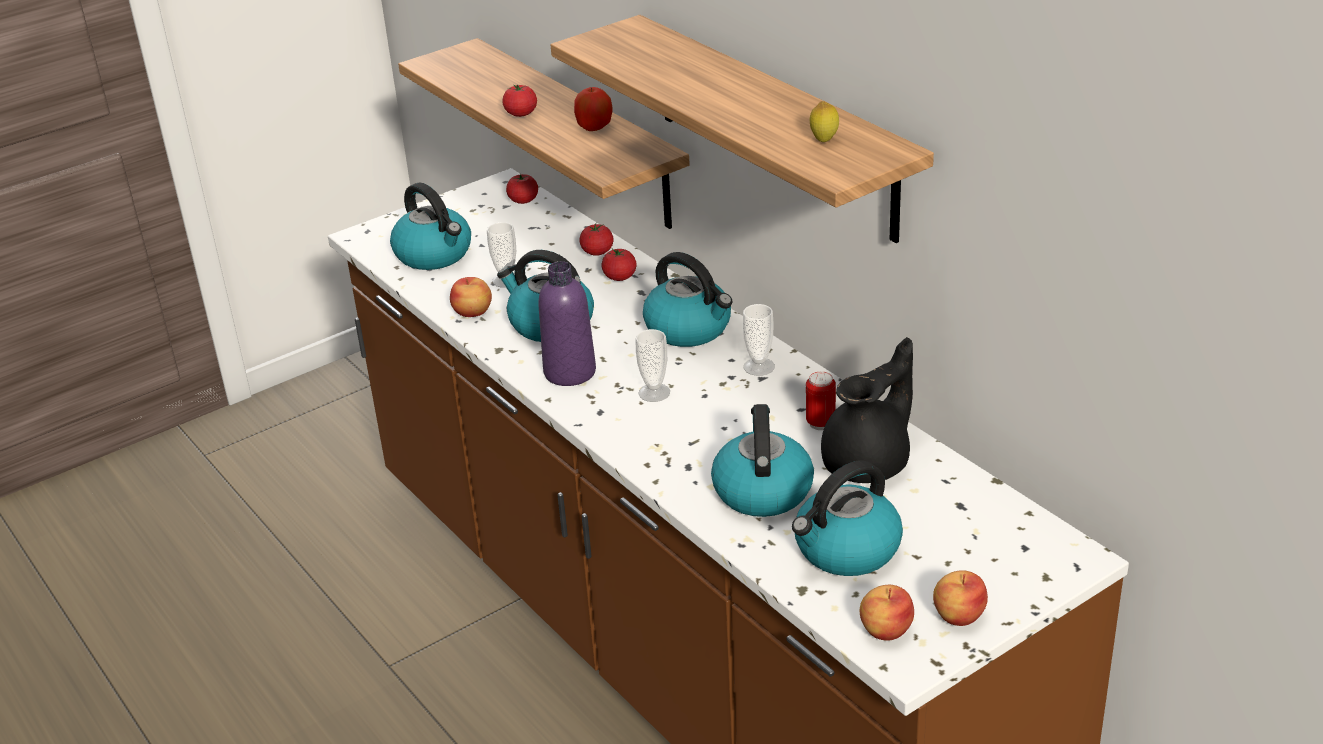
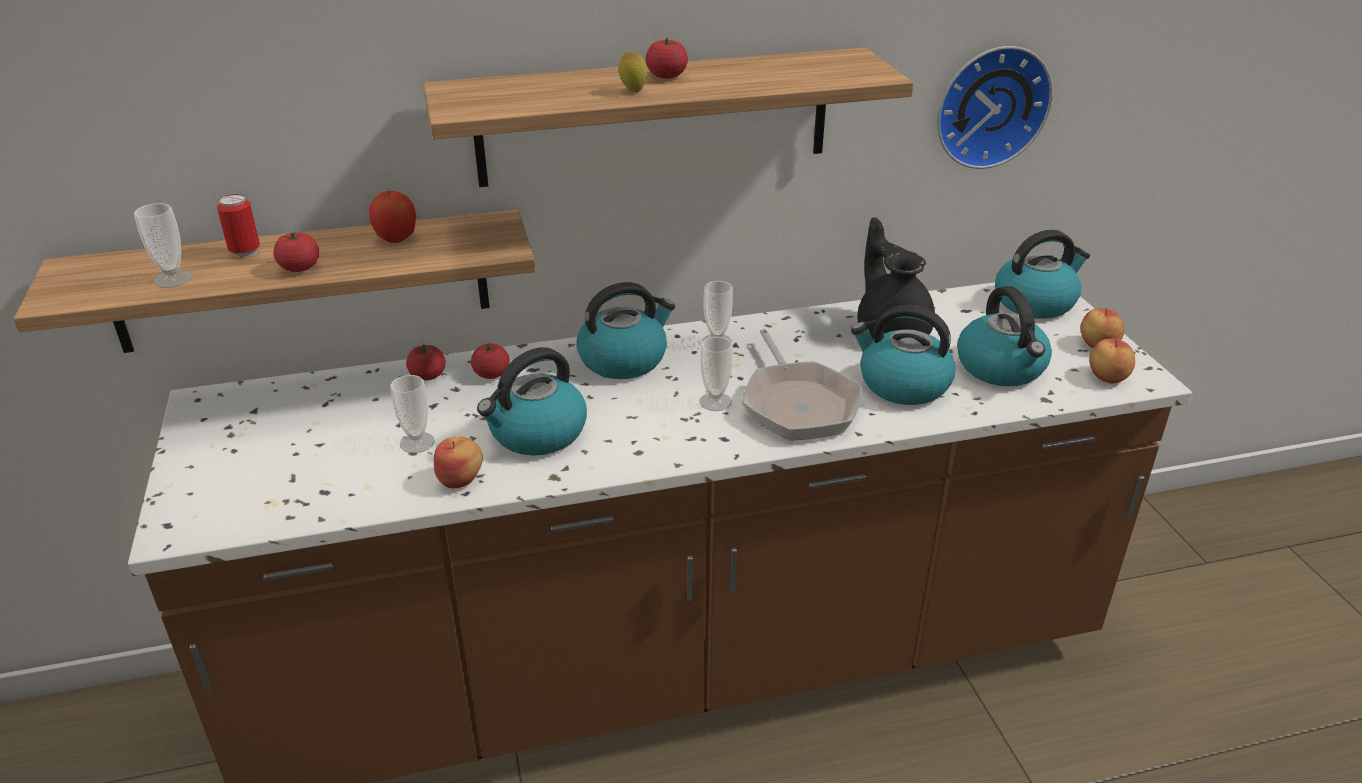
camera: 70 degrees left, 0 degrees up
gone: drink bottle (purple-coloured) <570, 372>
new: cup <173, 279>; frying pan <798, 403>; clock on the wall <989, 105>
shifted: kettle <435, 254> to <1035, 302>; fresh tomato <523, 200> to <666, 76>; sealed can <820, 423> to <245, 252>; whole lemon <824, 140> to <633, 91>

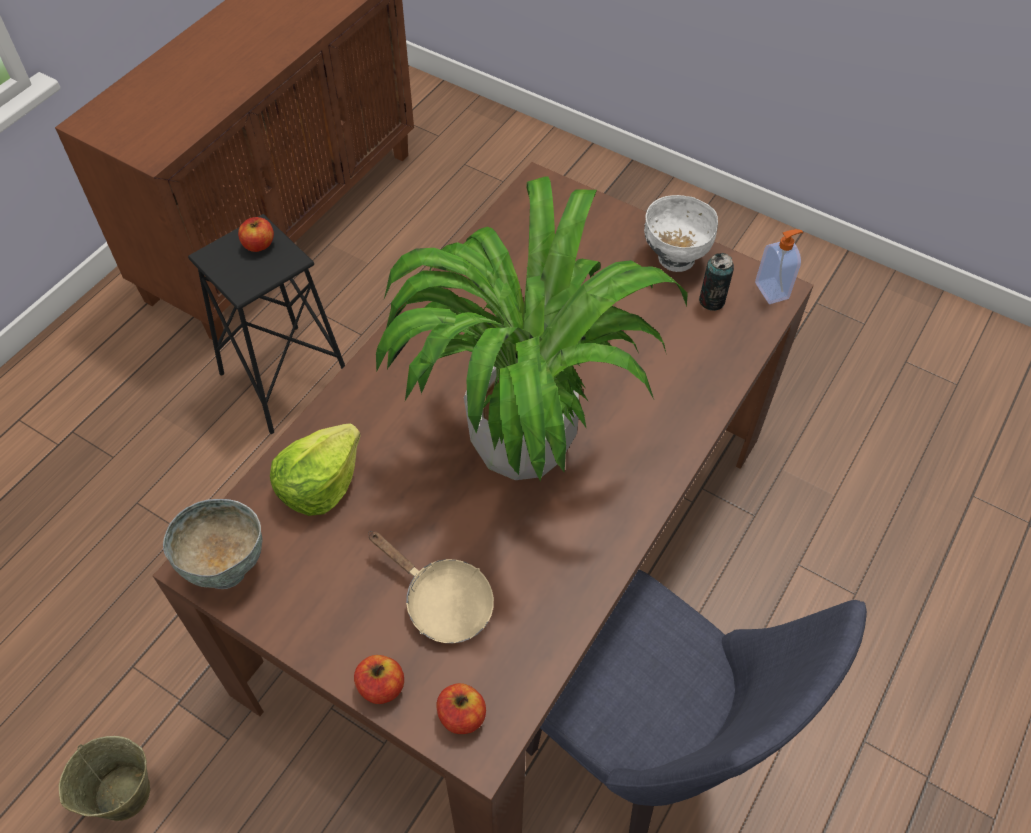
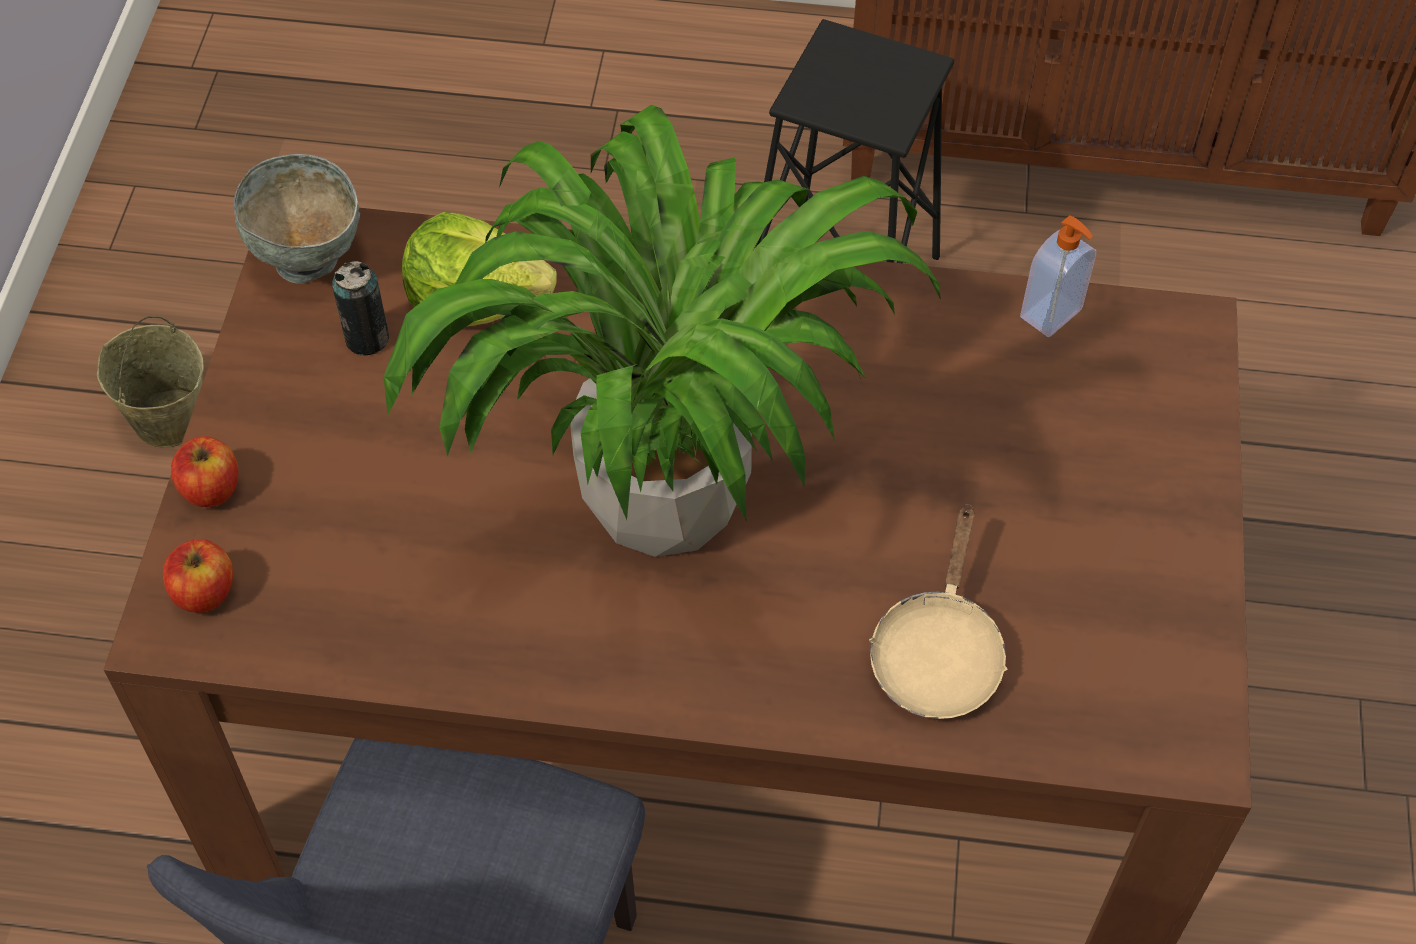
camera: 65 degrees right, 0 degrees up
gone: whole apple <259, 244>; bowl (white-coloured) <674, 258>
shifted: frying pan (beige) <442, 601> to <937, 652>; sealed can <711, 301> to <367, 338>; soap bottle <772, 290> to <1052, 315>

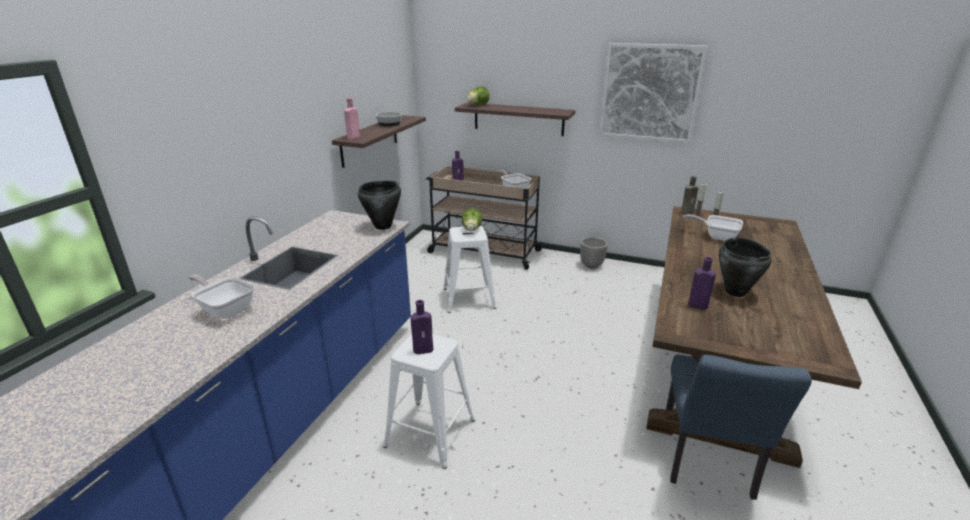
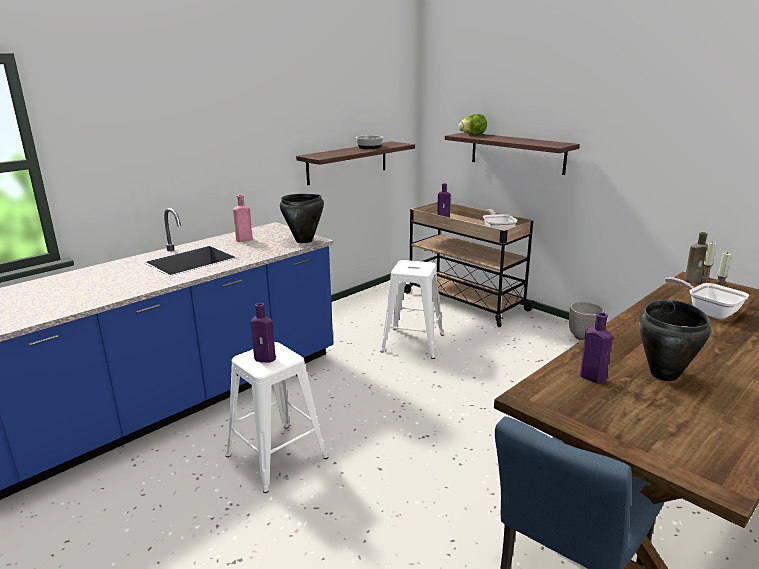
camera: 25 degrees right, 5 degrees down
gone: frying pan <225, 309>; lettuce head <472, 230>; wall art <650, 93>
shifted: drink bottle (pink-coloured) <352, 138> to <243, 240>

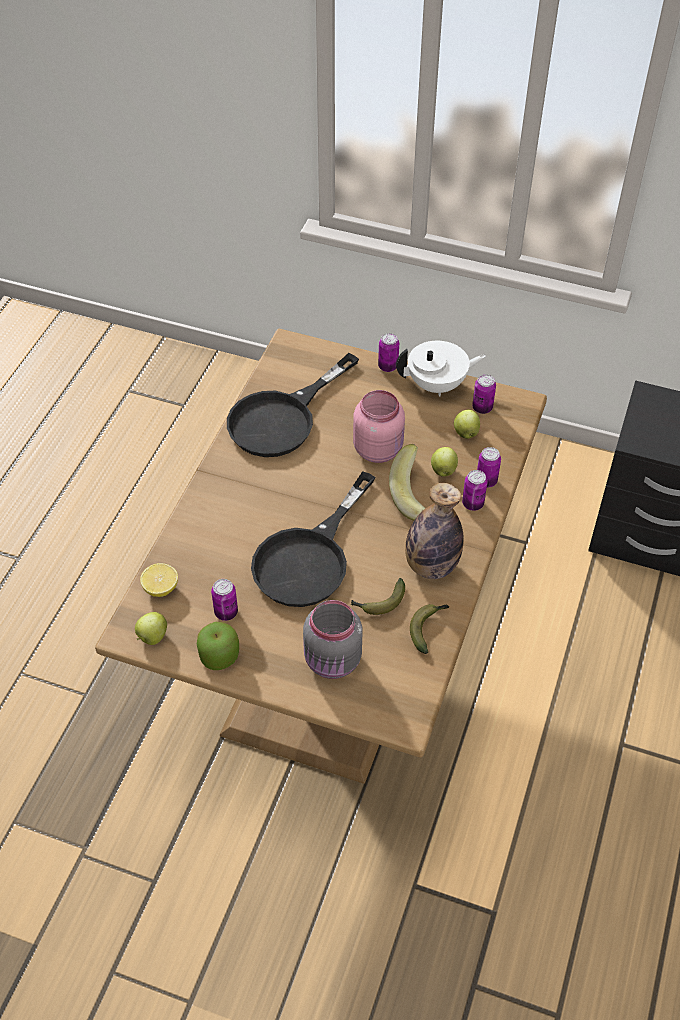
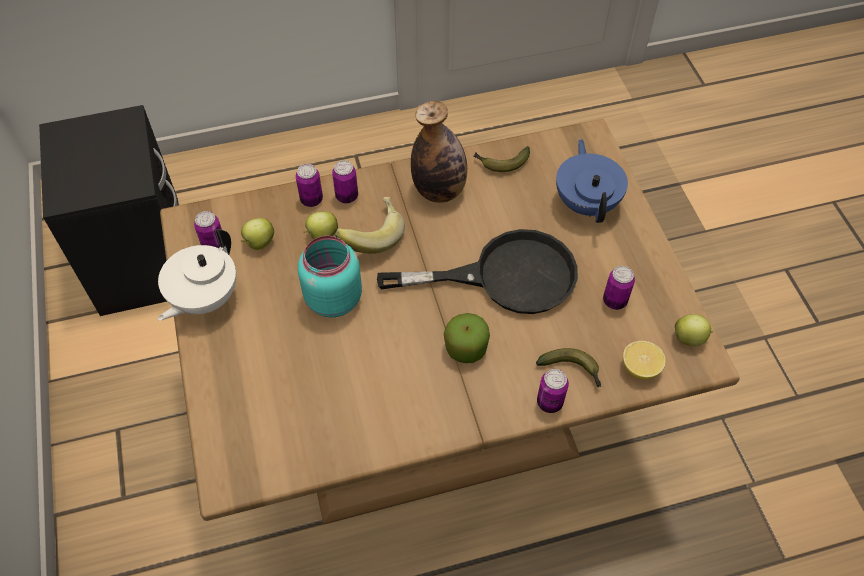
camera: 125 degrees left, 5 degrees up
gone: frying pan (black-coloured) <282, 418>
shifted: whole apple <219, 656> to <466, 348>; banana <379, 602> to <572, 370>; sealed can <388, 366> to <549, 402>
swapped: storage jar (greyish) <333, 662> to tea pot (bluish) <587, 202>
repainted: storage jar (pink-coloured) <379, 449> to storage jar (turquoise-coloured) <332, 299>
rotated: tea pot (white-coloured) <437, 385> = <204, 298> 105 degrees counterclockwise

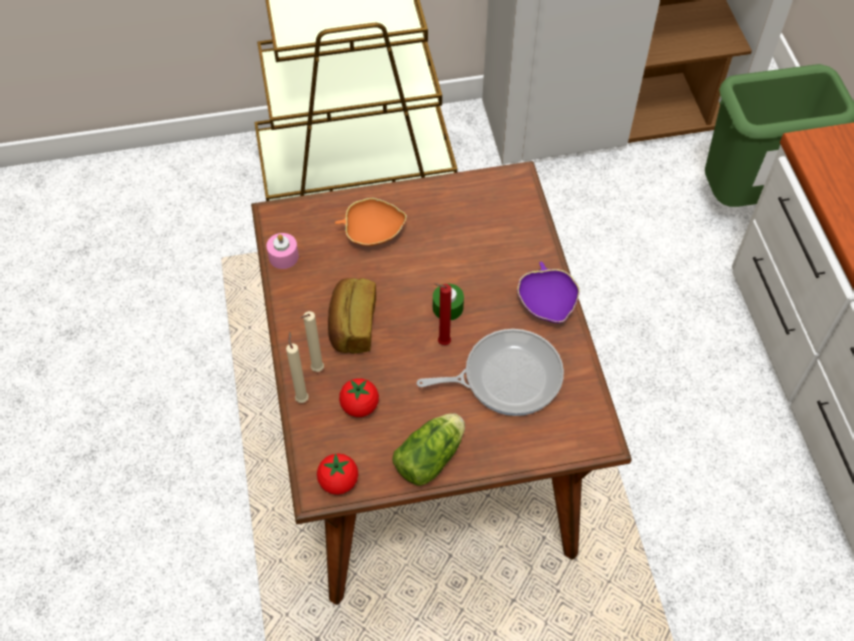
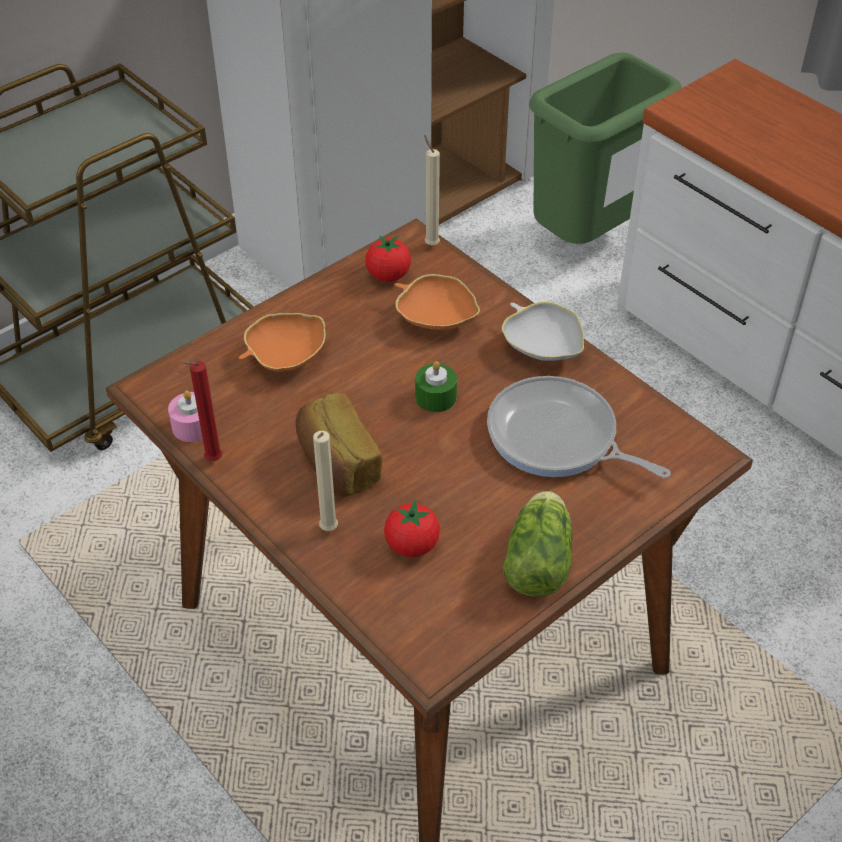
camera: 30 degrees left, 10 degrees down
new: bowl (orange) <435, 317>
shifted: wax candle (beige) <302, 397> to <430, 244>; fresh tomato <338, 481> to <388, 275>; wax candle (reddish) <442, 342> to <211, 461>
repainted: bowl (purple-coloured) <547, 302> to bowl (white-coloured) <542, 346>
rotated: frying pan <506, 377> = <557, 438> 105 degrees counterclockwise

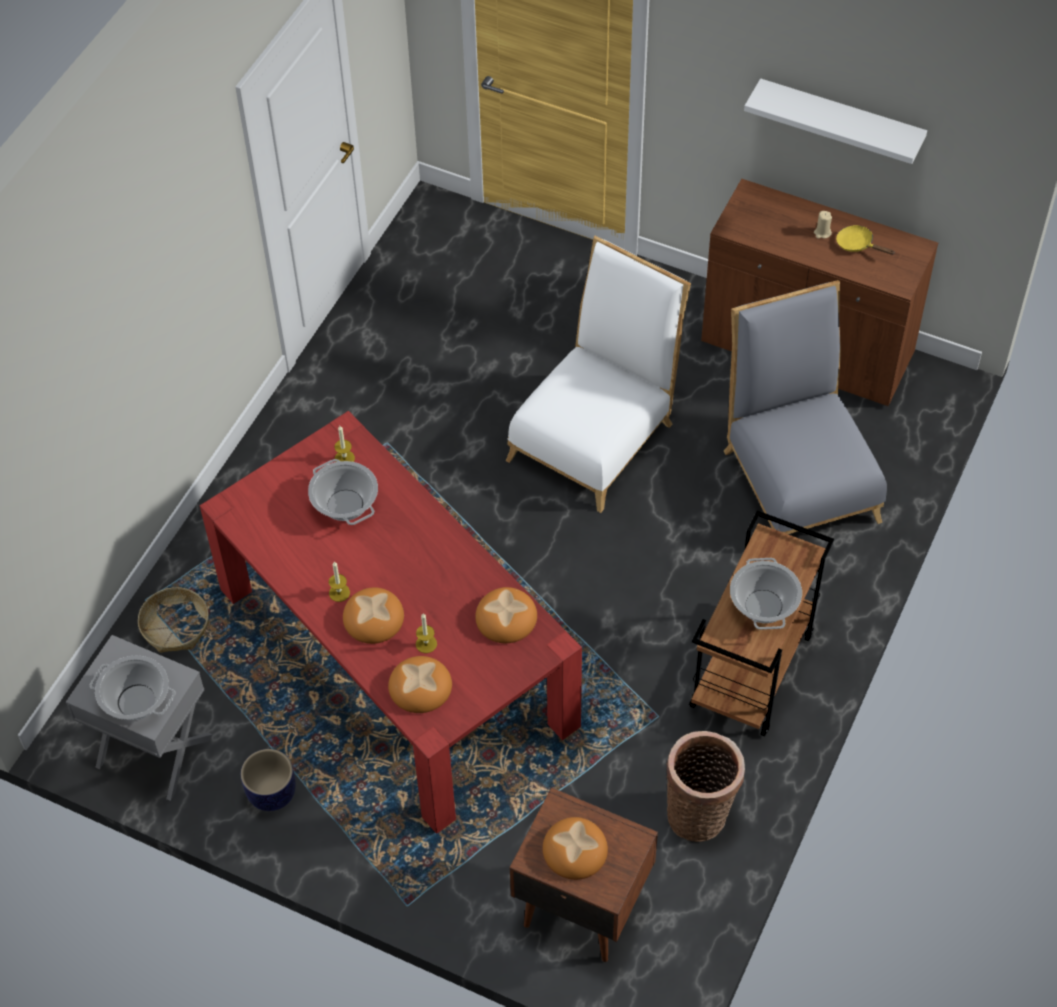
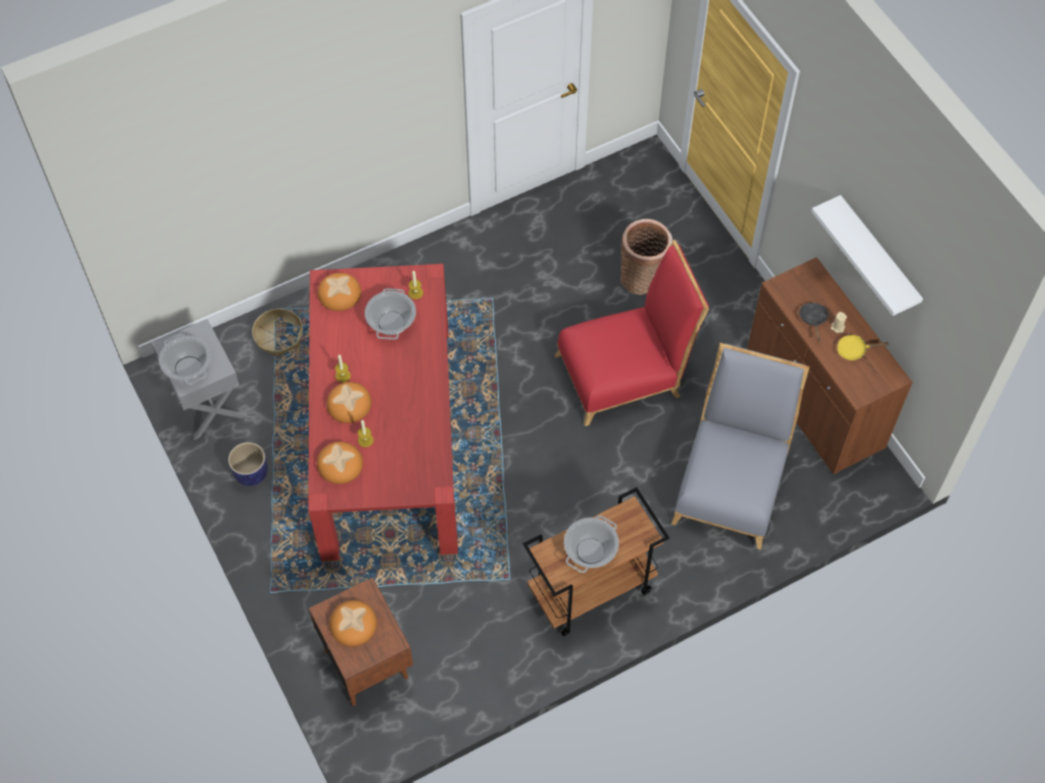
camera: 35 degrees right, 5 degrees up
new: frying pan (black-coloured) <813, 320>
shifted: baked bread <506, 618> to <339, 294>; basket <700, 813> to <642, 279>
repainted: chair (white-coloured) <596, 434> to chair (reddish) <625, 373>
rotated: frying pan (yellow-coloured) <858, 244> = <854, 350> 75 degrees counterclockwise

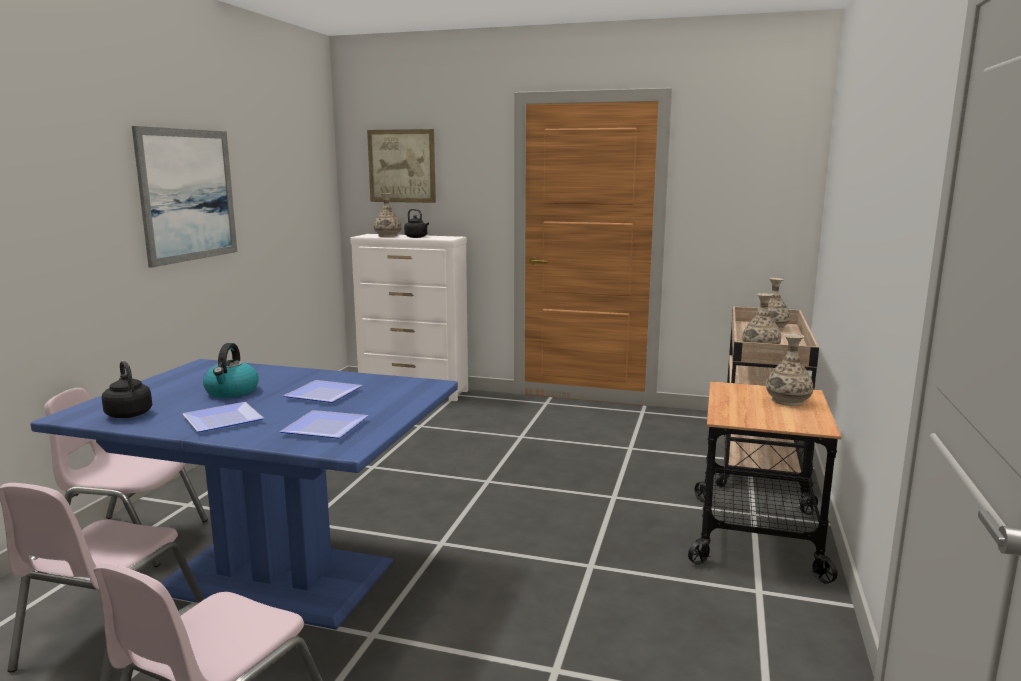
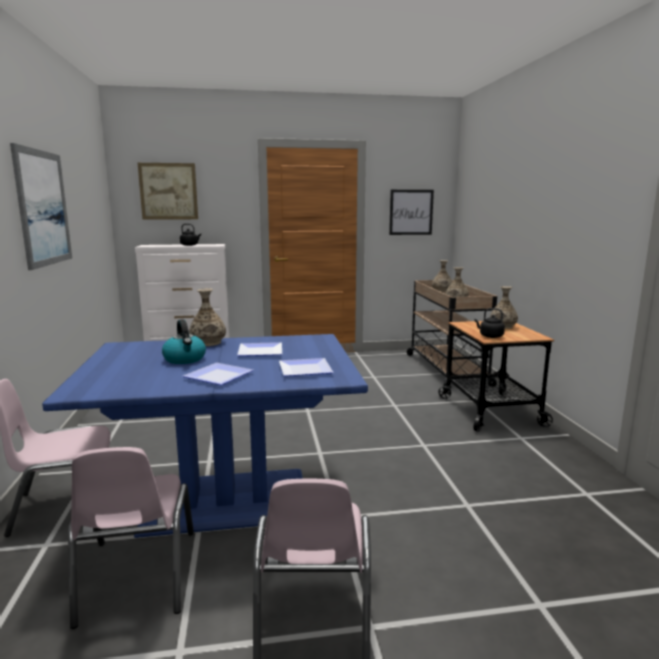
camera: 25 degrees left, 0 degrees up
new: wall art <411, 212>
shifted: kettle (black-coloured) <128, 413> to <490, 336>; vase <387, 236> to <208, 343>

